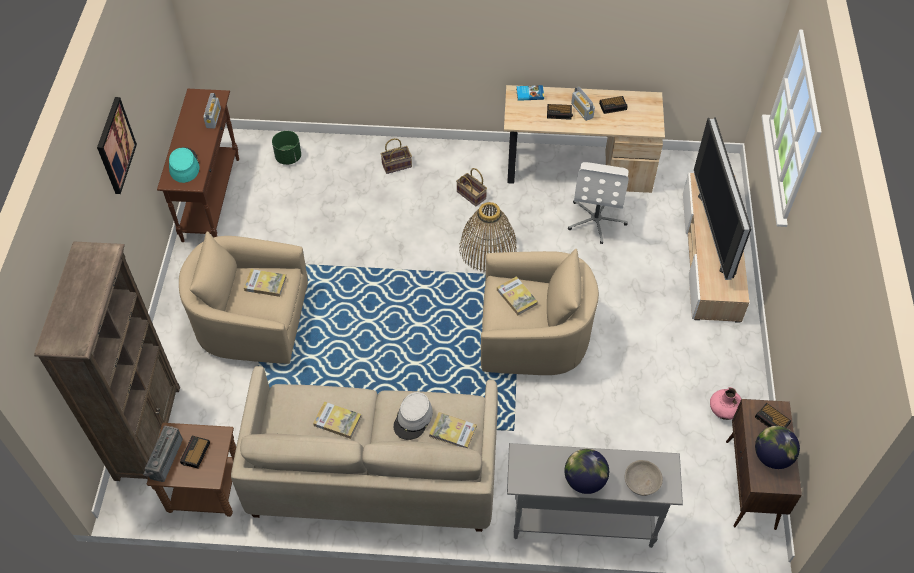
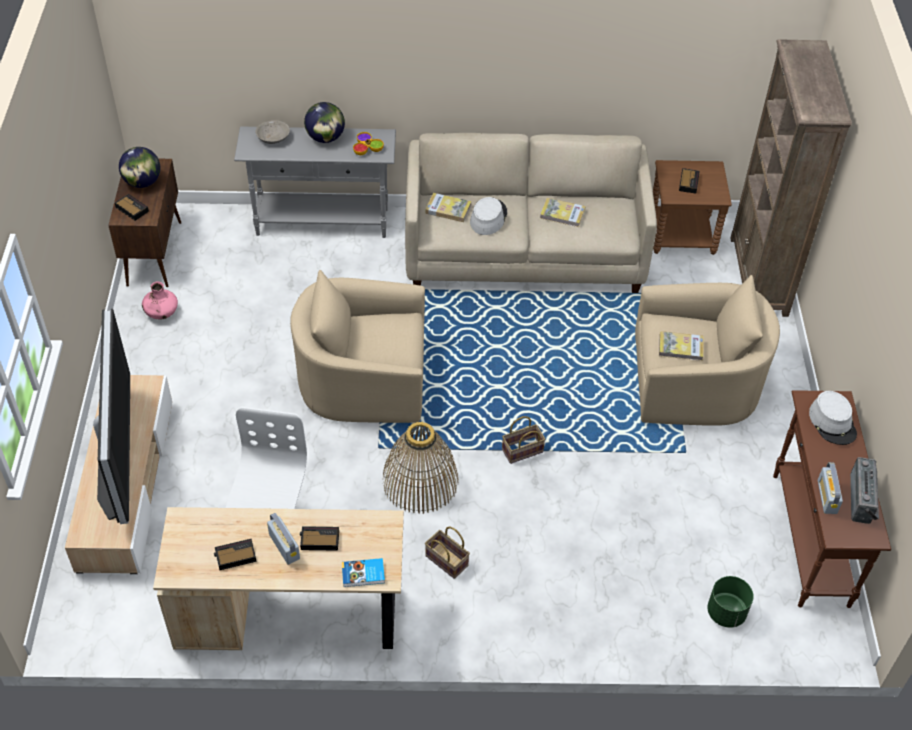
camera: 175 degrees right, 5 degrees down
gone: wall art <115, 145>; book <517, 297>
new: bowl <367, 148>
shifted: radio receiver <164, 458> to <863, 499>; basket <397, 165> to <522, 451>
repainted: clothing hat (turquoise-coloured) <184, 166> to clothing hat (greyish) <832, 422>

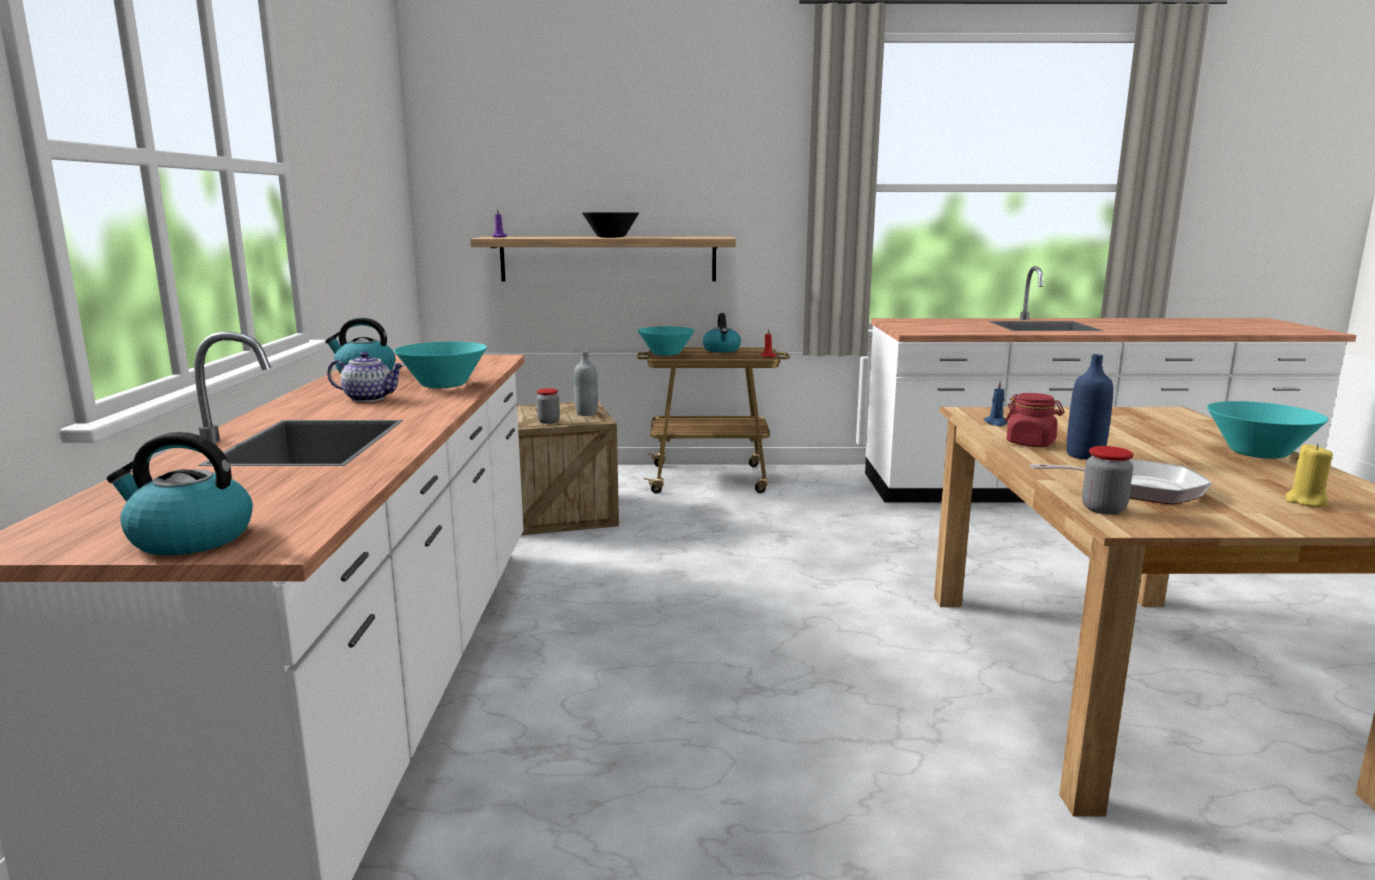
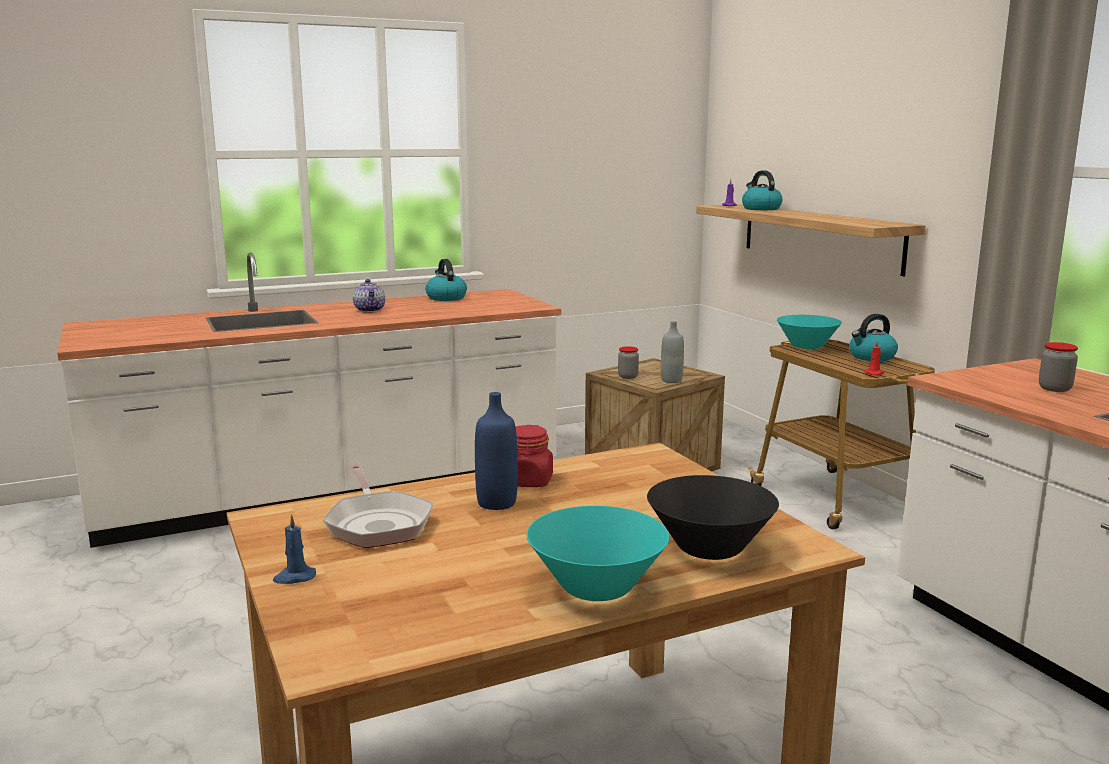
camera: 65 degrees right, 0 degrees up
gone: bowl (turquoise-coloured) <444, 385>; wax candle (yellow-coloured) <1305, 501>
shifted: kettle <189, 538> to <760, 209>; bowl (black-coloured) <611, 237> to <709, 548>; wax candle (bluish) <996, 423> to <294, 577>; storage jar <1103, 509> to <1054, 389>

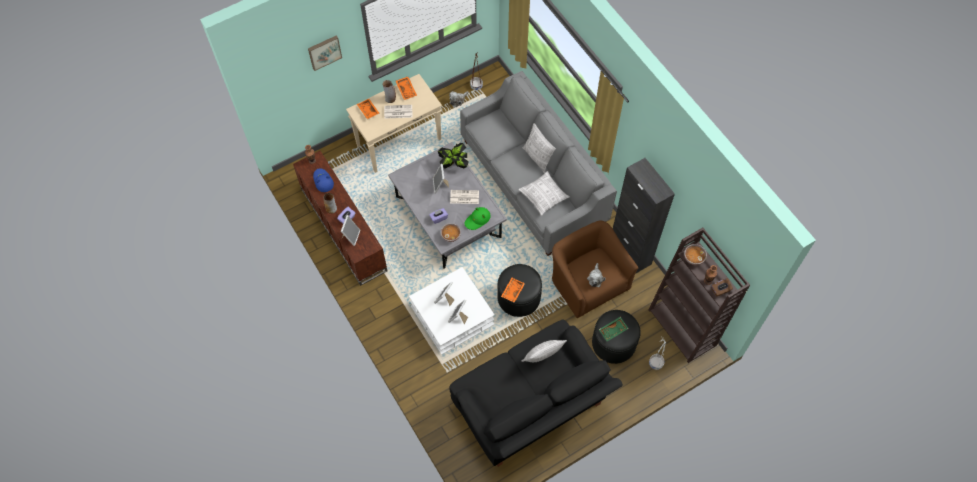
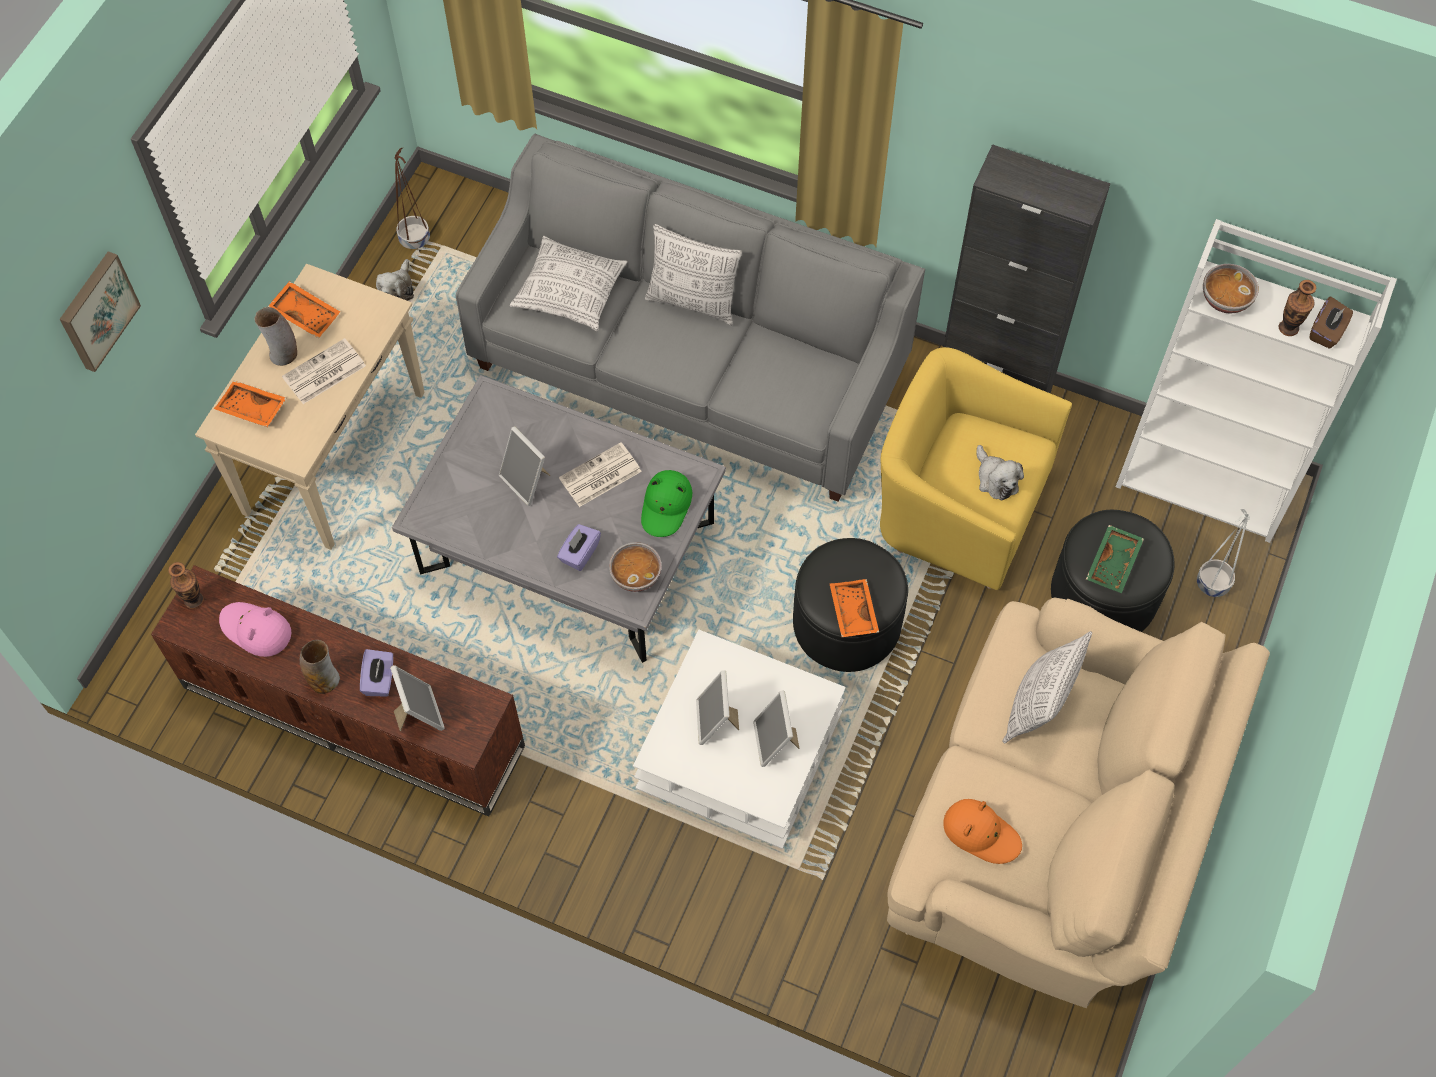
camera: 35 degrees left, 0 degrees up
gone: houseplant <454, 164>
new: clothing hat (orange) <981, 833>
shifted: throw pillow <543, 196> to <571, 292>
repainted: clothing hat (bluish) <323, 181> to clothing hat (pink-coloured) <256, 630>; settee (black-coloured) <531, 407> to settee (beige) <1049, 835>; armchair (brownish) <588, 282> to armchair (yellow-coloured) <959, 505>; bookcase (brownish) <683, 327> to bookcase (white-coloured) <1206, 480>

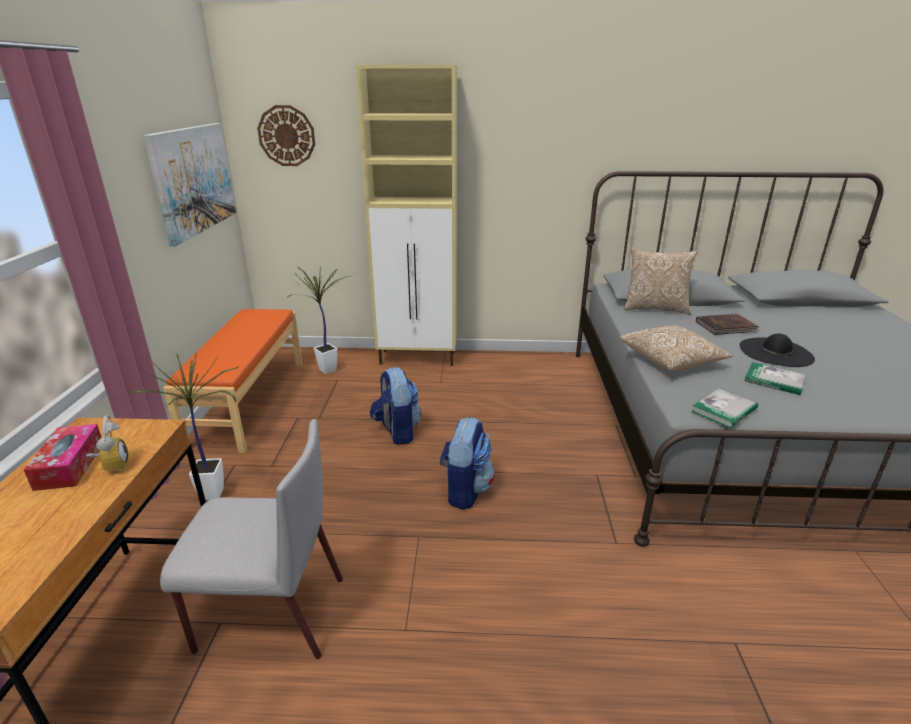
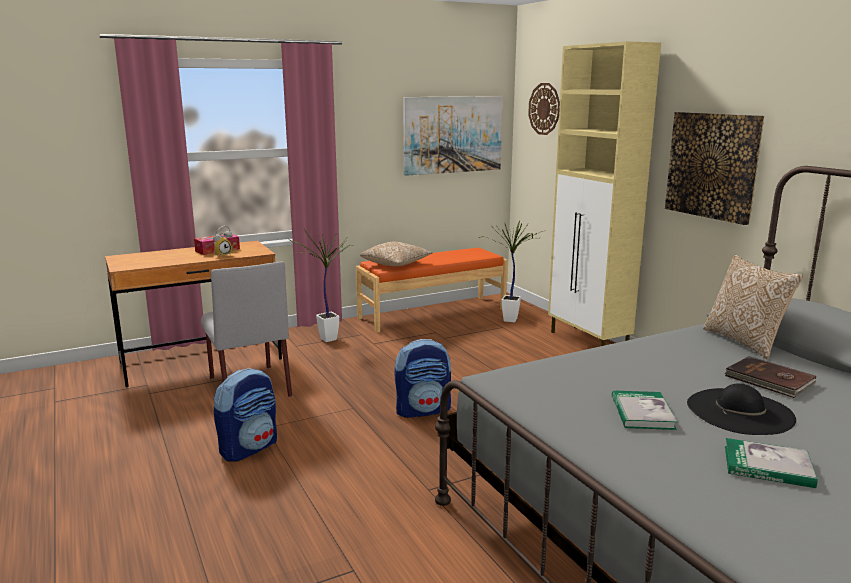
camera: 60 degrees right, 10 degrees down
new: wall art <712, 166>
shifted: rucksack <397, 431> to <249, 448>; throw pillow <671, 360> to <396, 264>; book <724, 410> to <767, 466>

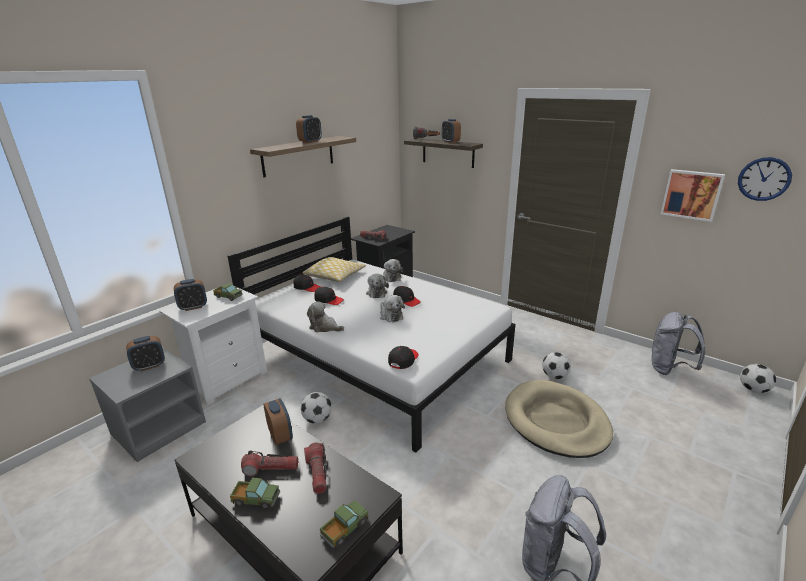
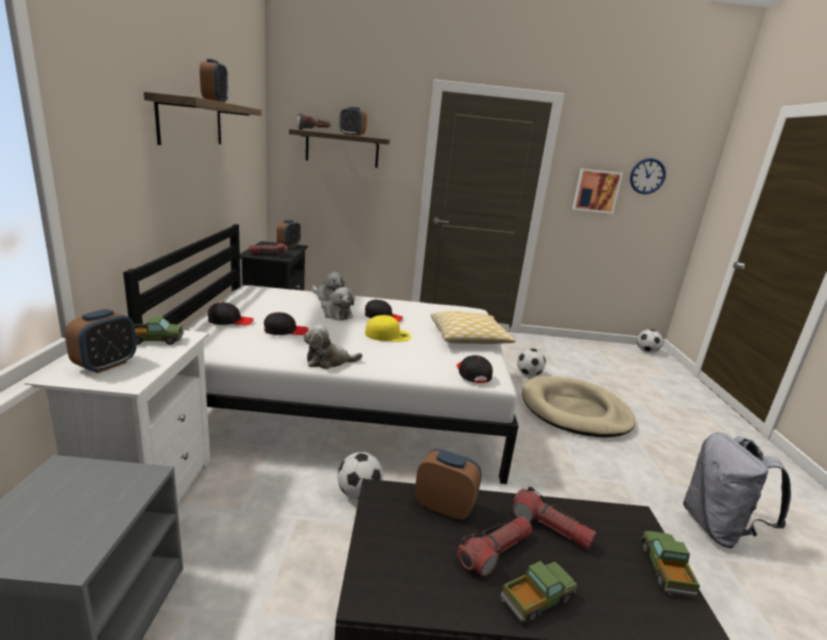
camera: 40 degrees left, 5 degrees down
gone: rucksack (greyish) <669, 369>
shifted: table clock <149, 366> to <289, 246>; throw pillow <335, 276> to <468, 338>
swapped: cuddly toy <390, 315> to cap (yellow-coloured) <388, 334>

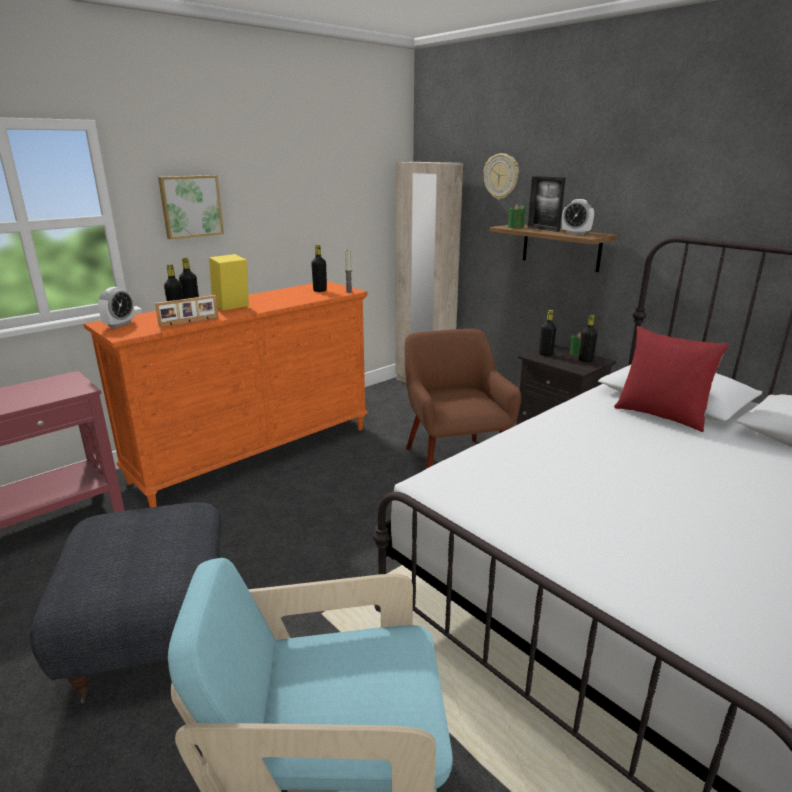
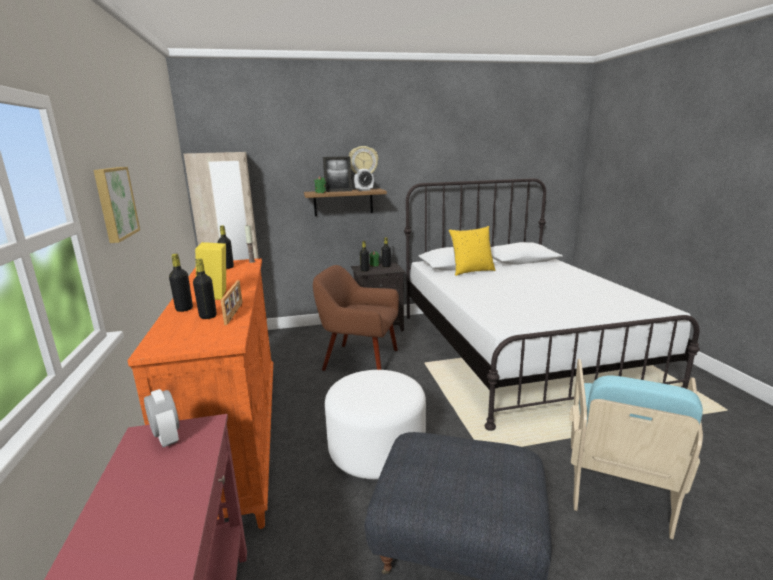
camera: 60 degrees left, 5 degrees down
new: pouffe (white-coloured) <376, 449>
shifted: table clock <119, 324> to <166, 438>; clock on the wall <501, 176> to <363, 161>
repainted: throw pillow (reddish) <661, 415> to throw pillow (yellow-coloured) <471, 271>

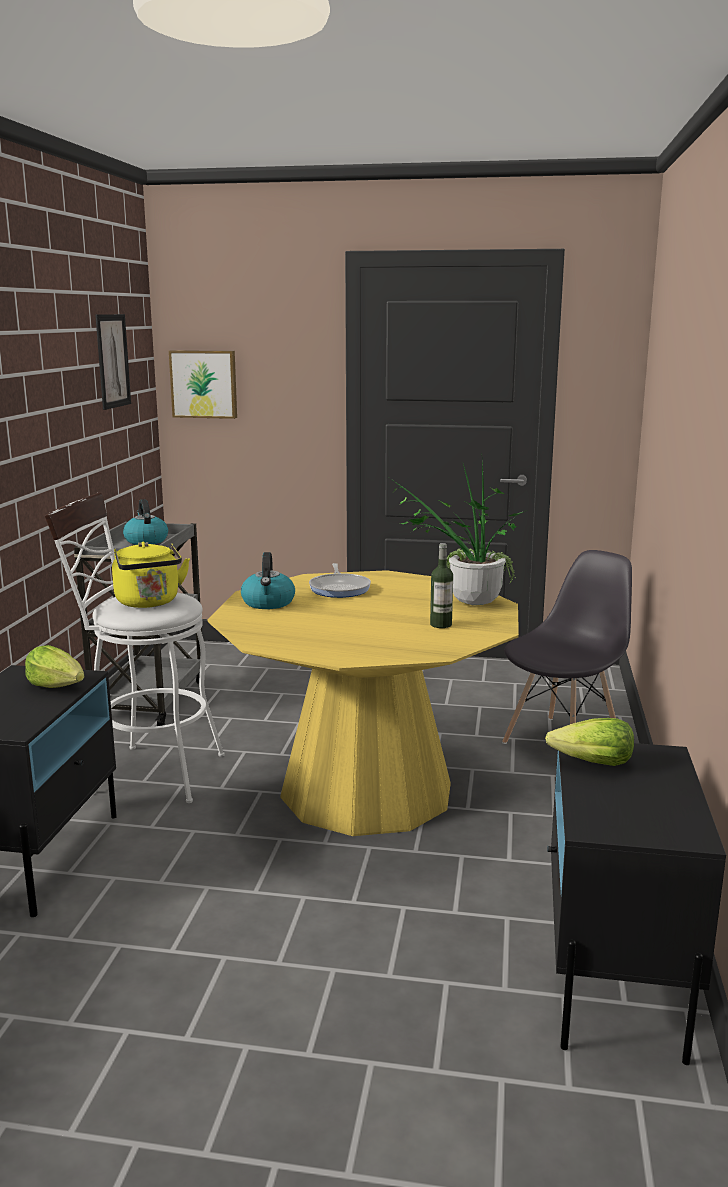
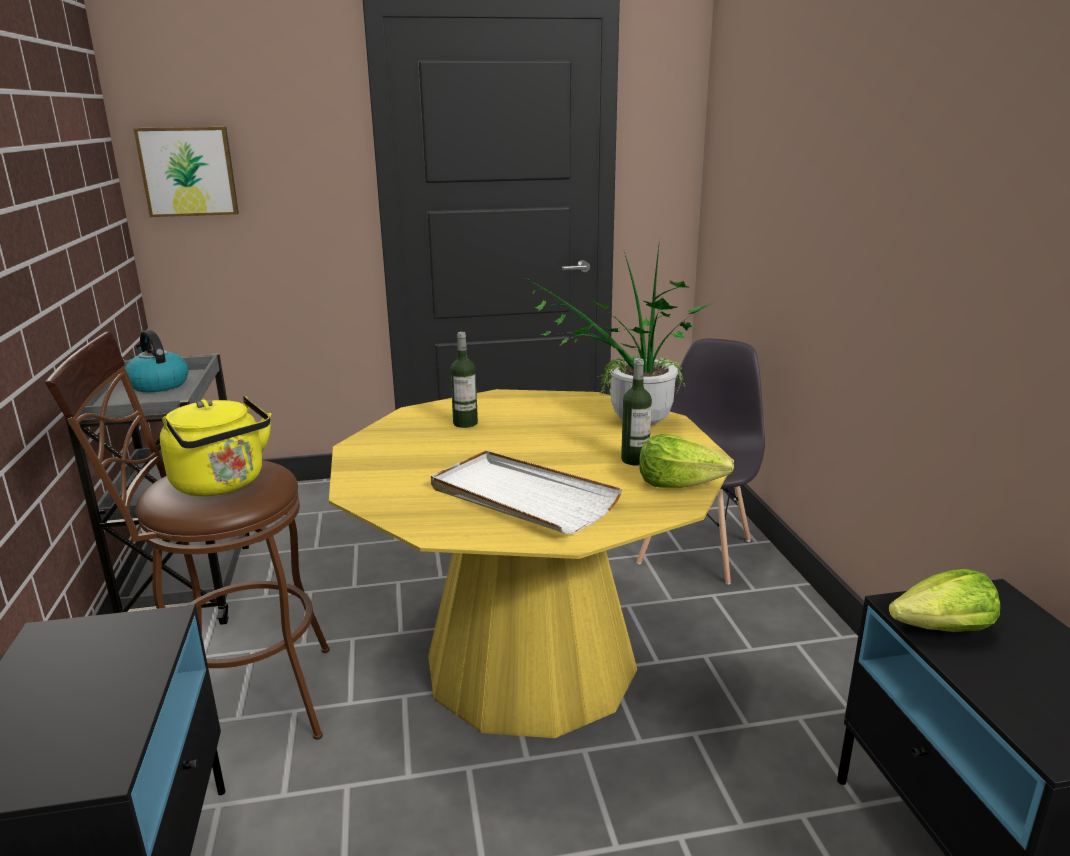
camera: 20 degrees left, 5 degrees up
gone: wall art <112, 361>; kettle <268, 603>
new: serving tray (white-coloured) <521, 497>
shifted: lettuce head <57, 686> to <679, 484>
swapped: frying pan <340, 588> to drink bottle <465, 423>
repainted: stool (white-coloured) <147, 772> to stool (brownish) <237, 702>

